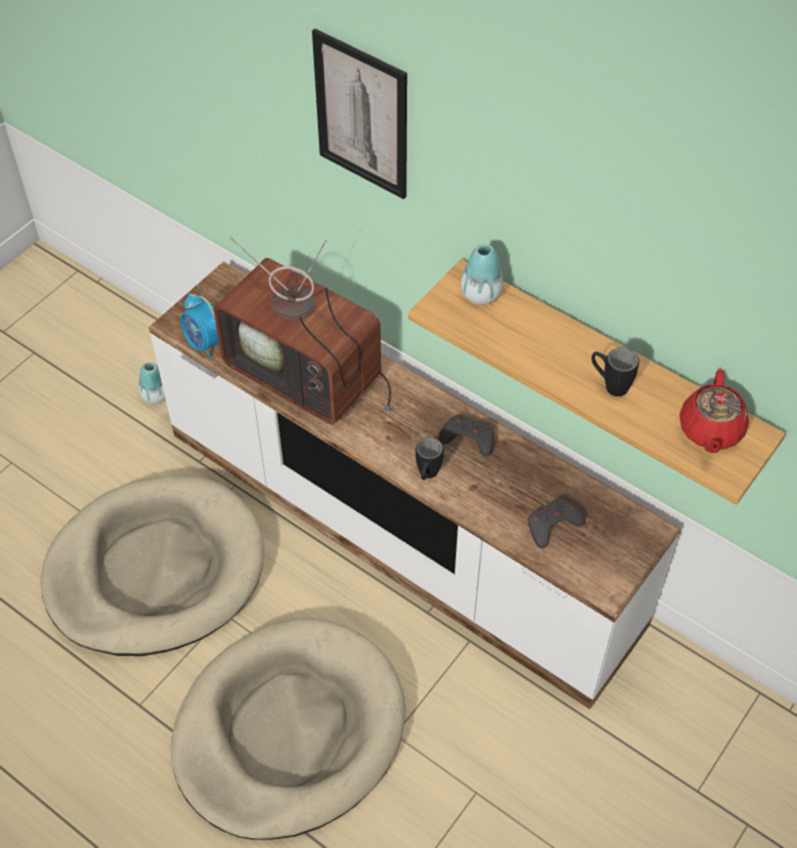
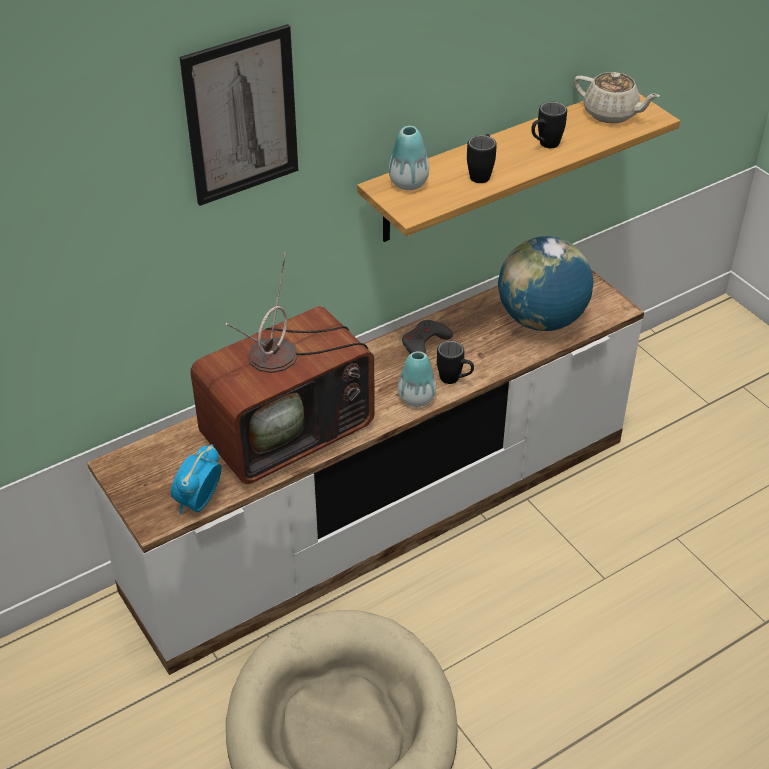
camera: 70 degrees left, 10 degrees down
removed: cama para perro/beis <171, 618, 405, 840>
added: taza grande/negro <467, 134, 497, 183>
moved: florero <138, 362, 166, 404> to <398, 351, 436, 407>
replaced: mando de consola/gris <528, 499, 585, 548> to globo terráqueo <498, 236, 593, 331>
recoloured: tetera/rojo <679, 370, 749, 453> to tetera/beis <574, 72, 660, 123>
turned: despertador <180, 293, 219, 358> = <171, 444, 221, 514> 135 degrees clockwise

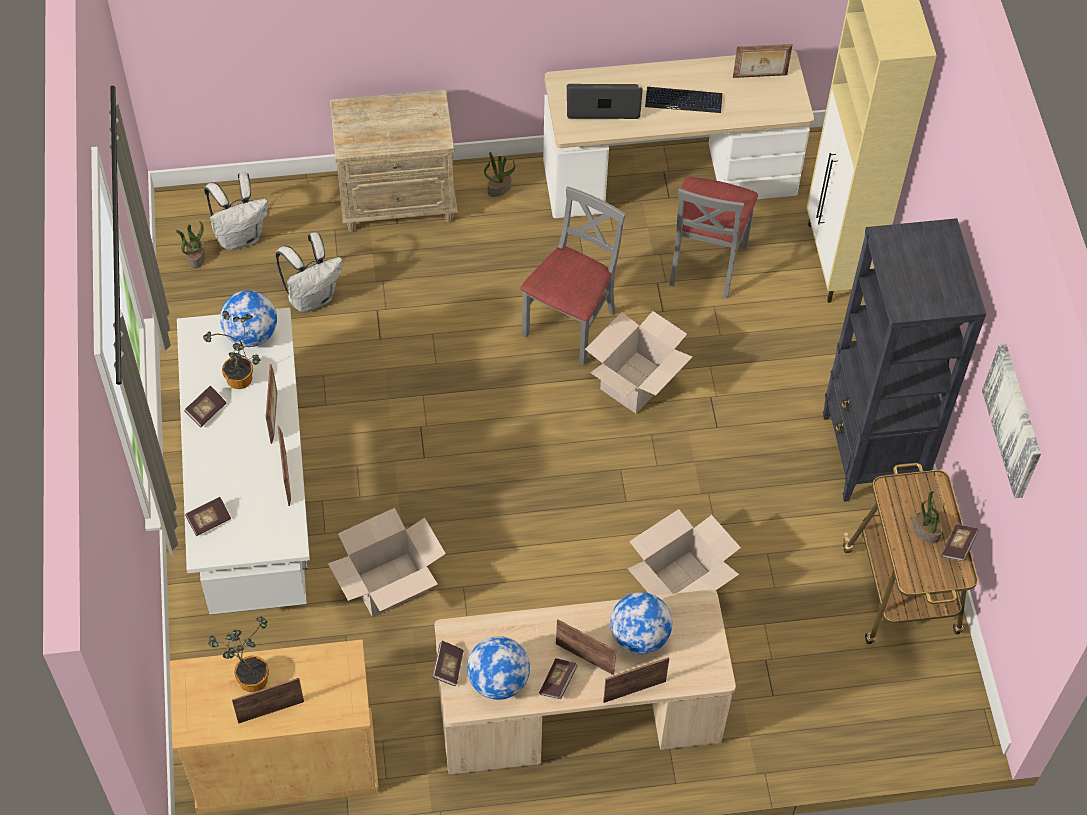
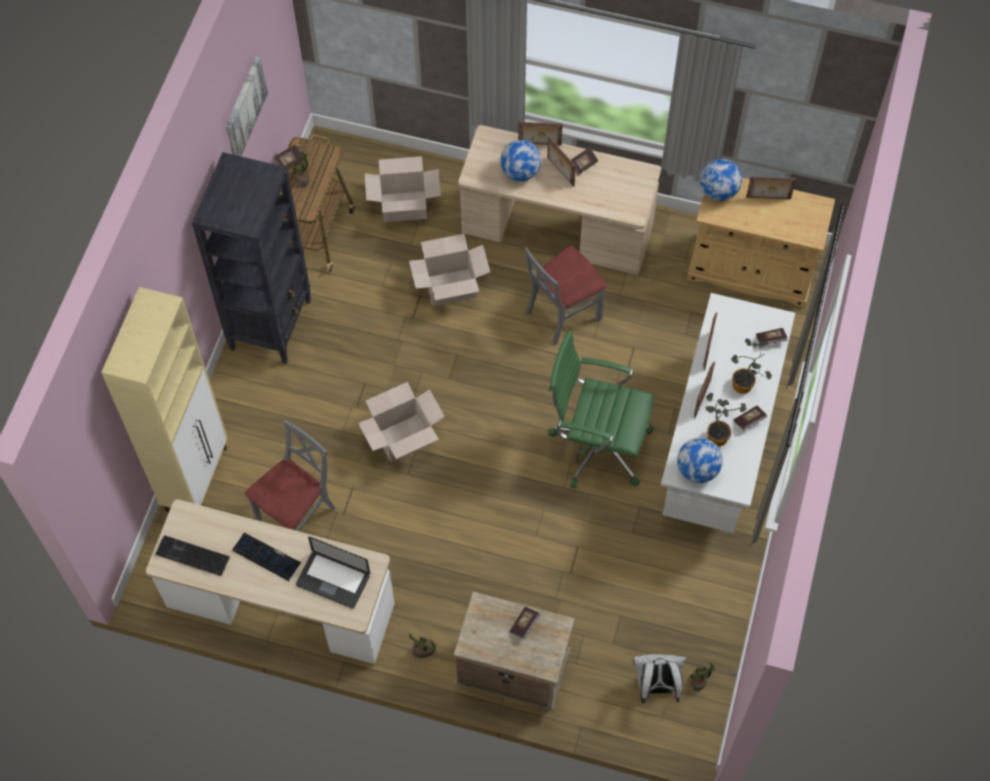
camera: 155 degrees left, 5 degrees up
removed: mochila/blanco <275, 233, 343, 312>
added: silla de oficina/verde <548, 331, 654, 489>
moved: planta en maceta <208, 617, 269, 692> to <731, 339, 772, 394>; caja de cartón <328, 508, 446, 617> to <364, 156, 441, 222>; libro <432, 641, 464, 686> to <510, 607, 540, 639>; globo terráqueo <467, 636, 530, 700> to <700, 159, 742, 201>; silla/gris <520, 186, 626, 366> to <525, 246, 607, 345>
replaced: portarretratos <733, 44, 792, 78> to teclado <156, 535, 230, 576>

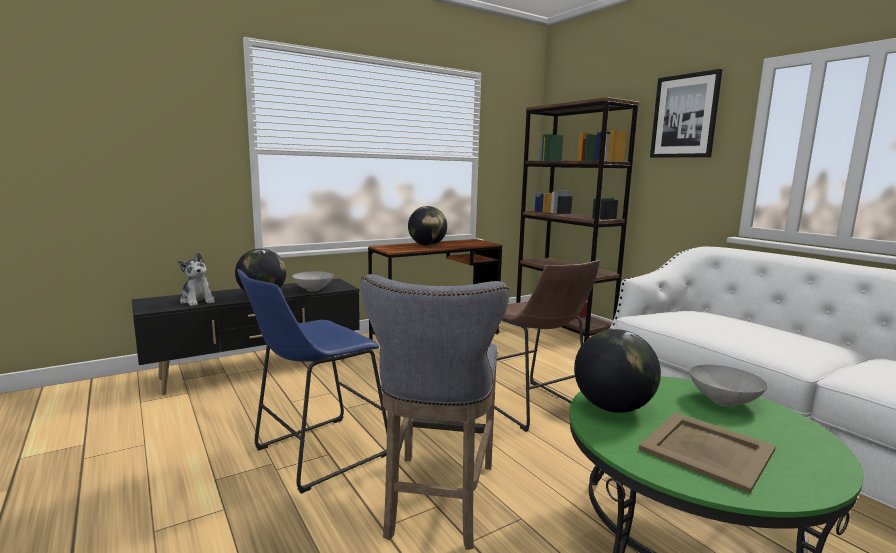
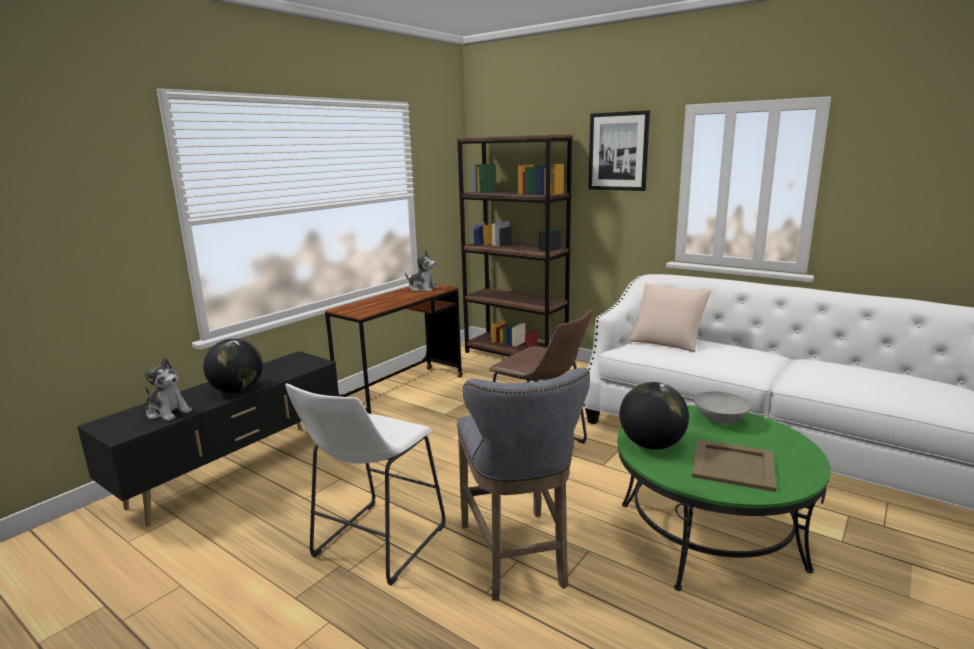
camera: 20 degrees left, 5 degrees up
removed: cuenco/gris <292, 271, 333, 291>; globo terráqueo <408, 206, 447, 246>
added: peluche <405, 250, 439, 292>; cojín/beis <630, 283, 711, 352>
recoloured: taburete/azul <237, 269, 387, 494> to taburete/blanco <285, 383, 446, 586>

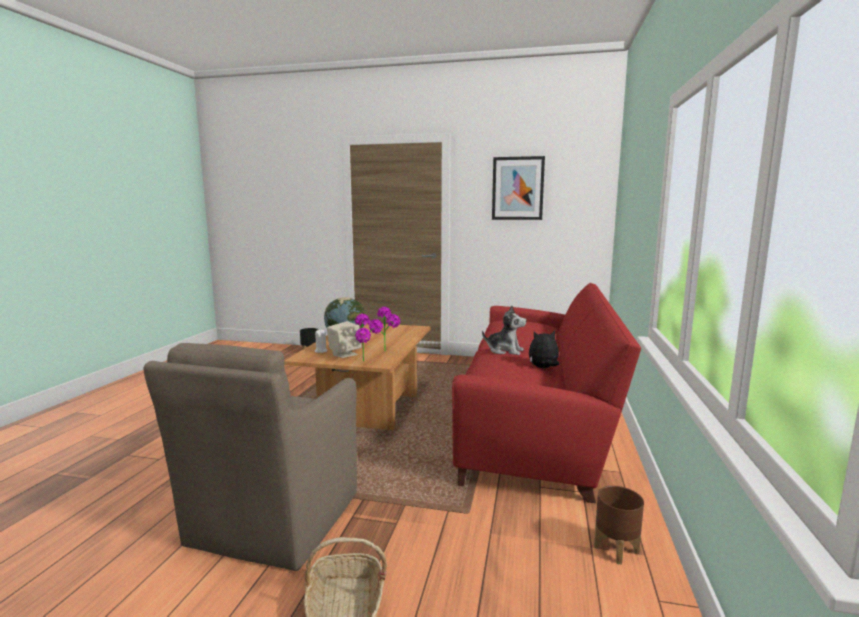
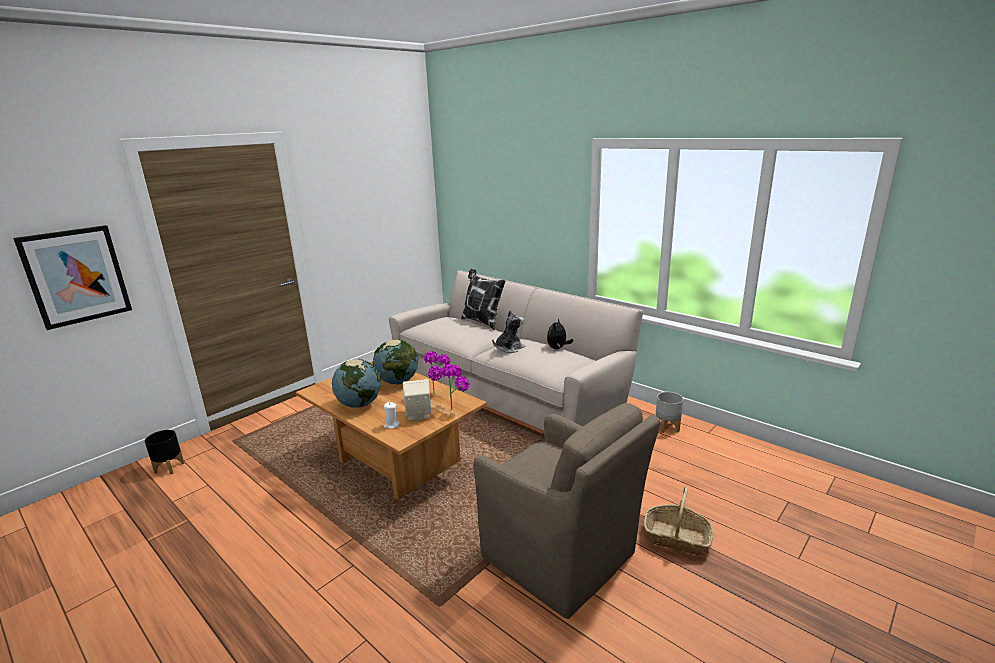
camera: 60 degrees left, 10 degrees up
added: globo terráqueo <373, 340, 418, 384>; cojín <461, 269, 506, 330>
moved: cuadro <492, 156, 545, 220> to <13, 225, 132, 330>
recoloured: sofá/rojo <452, 283, 641, 503> to sofá/beis <389, 270, 643, 431>; maceta/marrón <594, 486, 644, 565> to maceta/gris <656, 392, 683, 433>

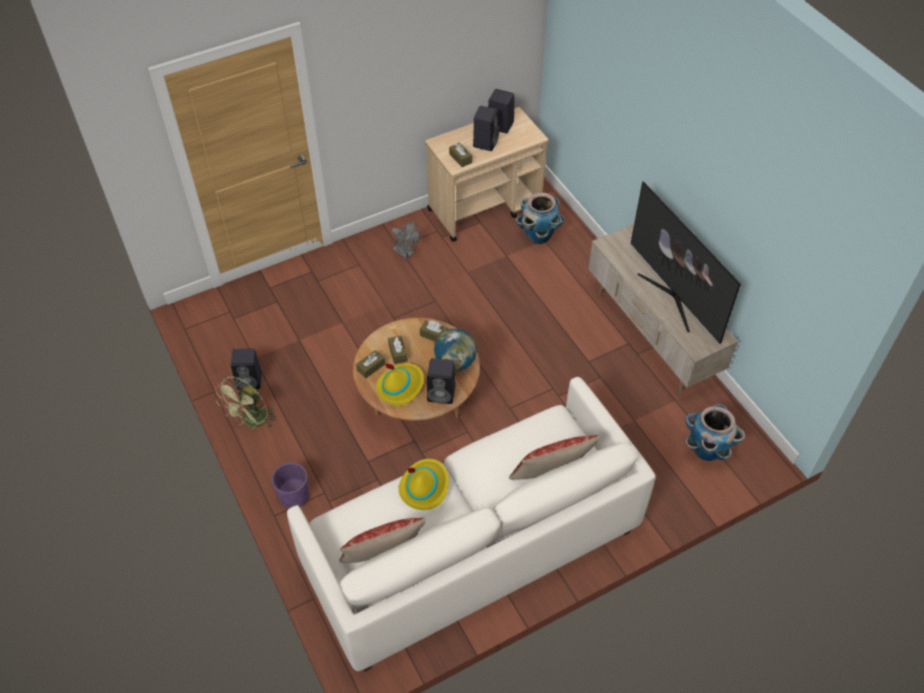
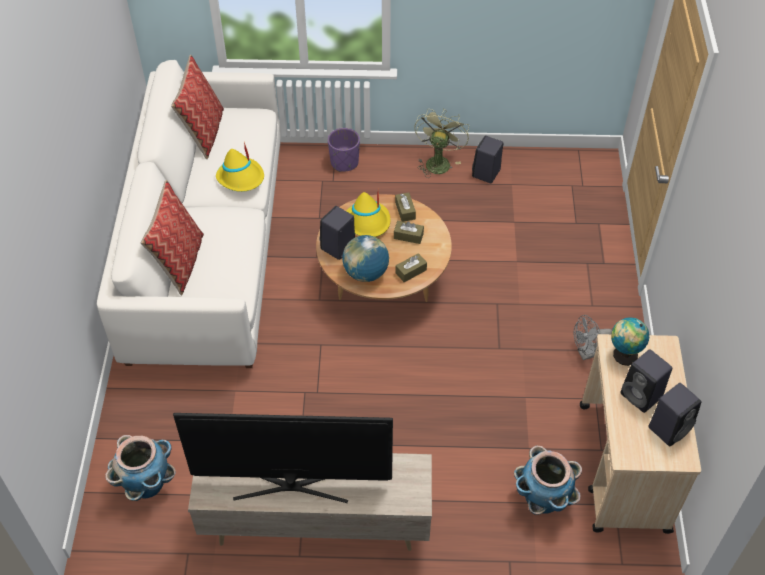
camera: 120 degrees right, 0 degrees up
replaced: caja de pañuelos/marrón <449, 142, 472, 167> to globo terráqueo <611, 317, 649, 366>
turned: ventilador/verde <215, 377, 276, 429> = <414, 108, 469, 178> 45 degrees clockwise

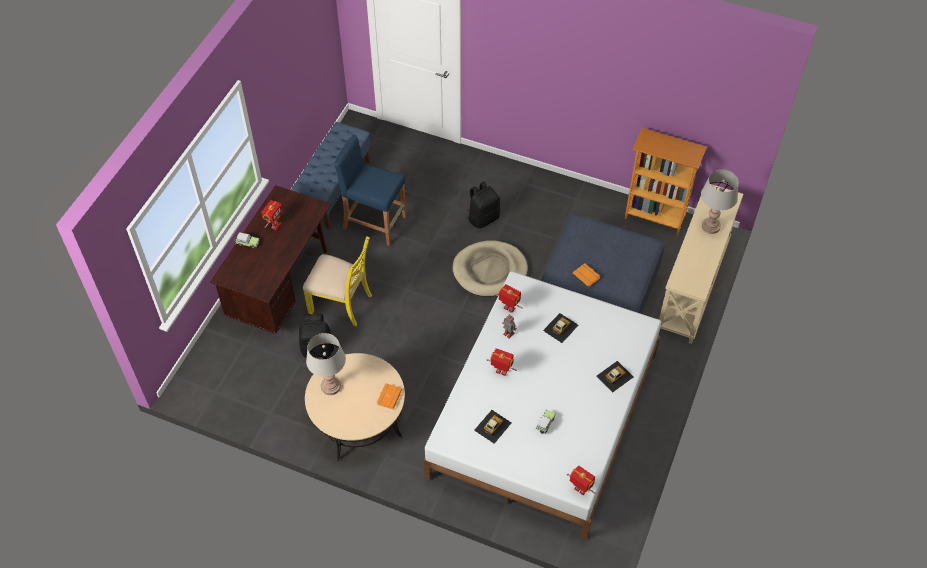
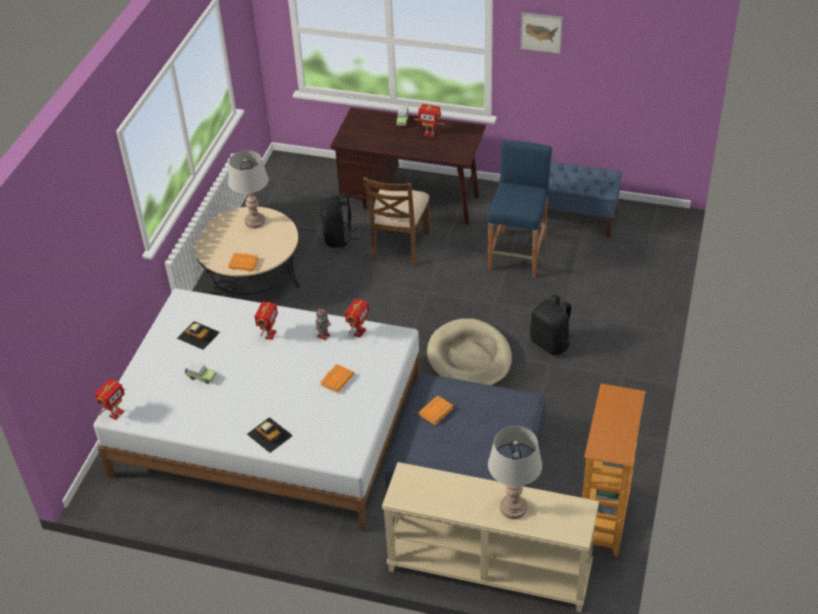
camera: 85 degrees right, 10 degrees down
added: cuadro <520, 13, 563, 54>
replaced: coche de juguete <543, 313, 578, 343> to libro/naranja <320, 364, 354, 393>
recoloured: silla/amarillo <303, 236, 372, 326> to silla/marrón <363, 177, 430, 267>

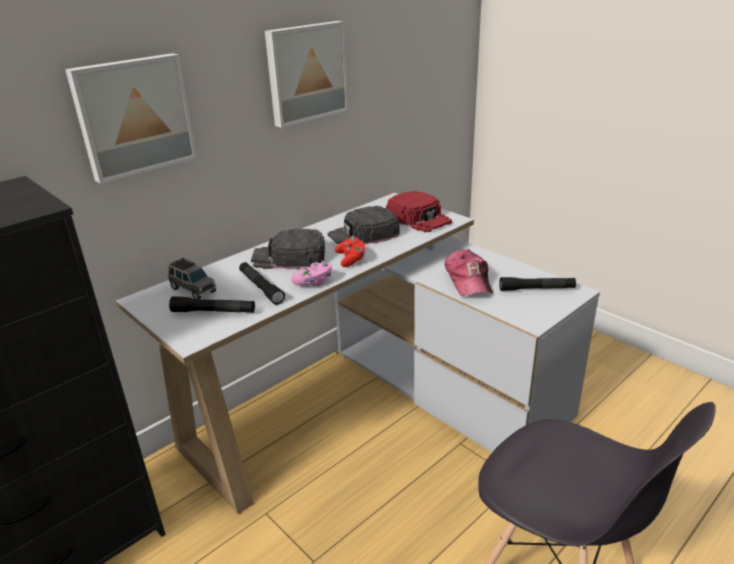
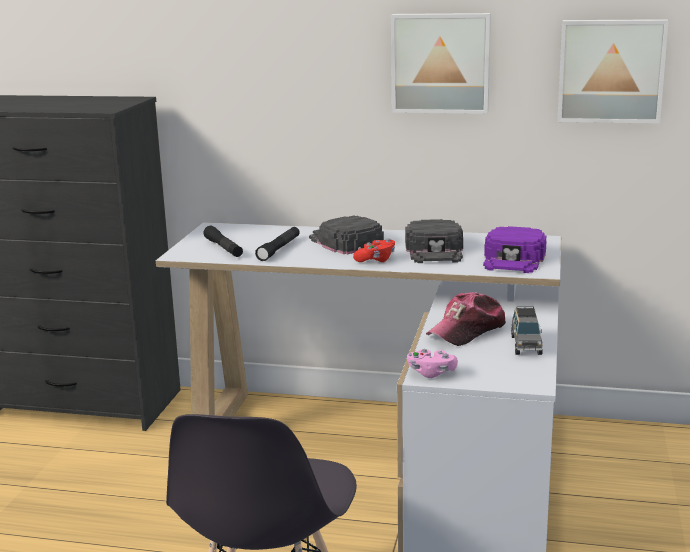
camera: 55 degrees right, 10 degrees down
removed: linterna/negro <499, 277, 576, 291>
moved: cuadro <65, 53, 197, 184> to <557, 19, 669, 124>; coche de juguete/gris <168, 258, 216, 299> to <511, 306, 543, 355>; mando de consola/rosa <291, 262, 332, 286> to <407, 349, 458, 378>
recoloured: gorra/rojo <386, 191, 452, 232> to gorra/morado <483, 226, 547, 273>
turned: gorra/negro <327, 206, 399, 245> = <405, 219, 463, 263> 120 degrees counterclockwise

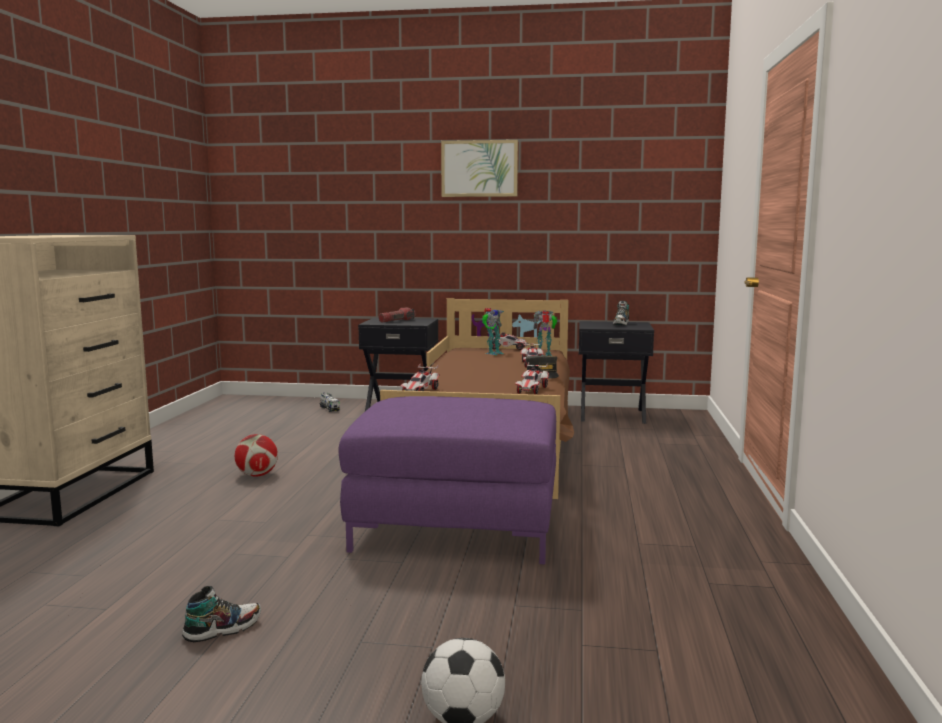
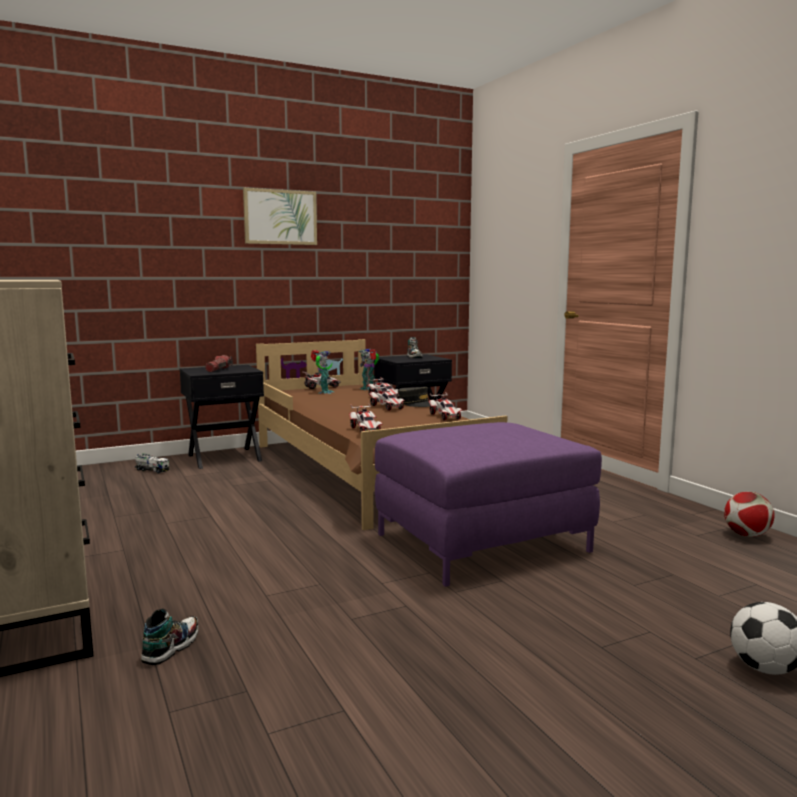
camera: 35 degrees left, 0 degrees up
added: coche de juguete <369, 385, 405, 411>
moved: zapato <182, 586, 261, 642> to <141, 608, 198, 665>; balón de fútbol <235, 434, 278, 477> to <724, 492, 775, 537>

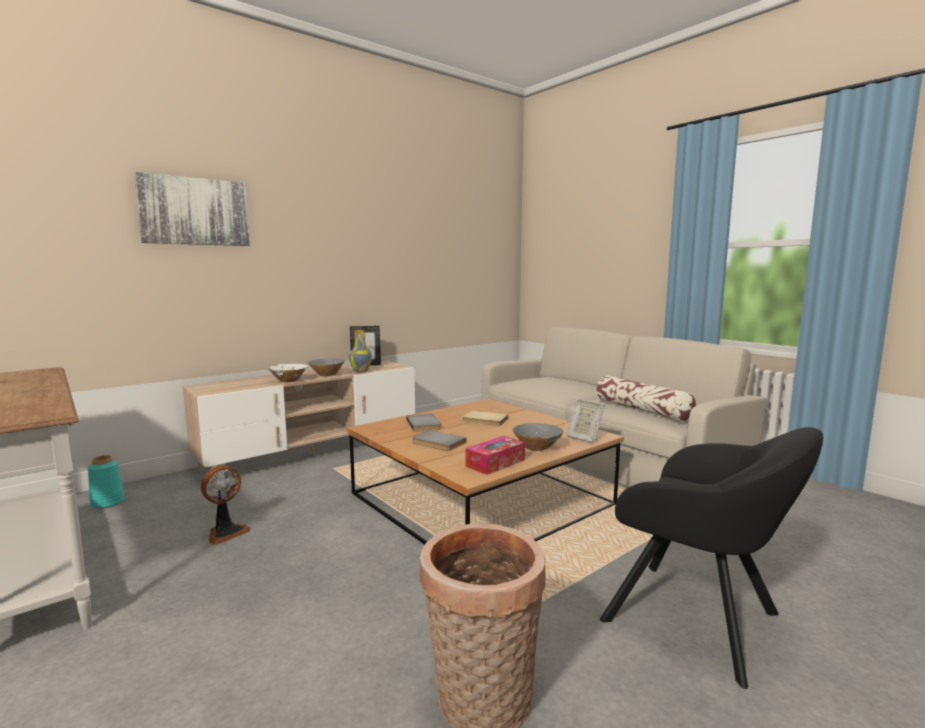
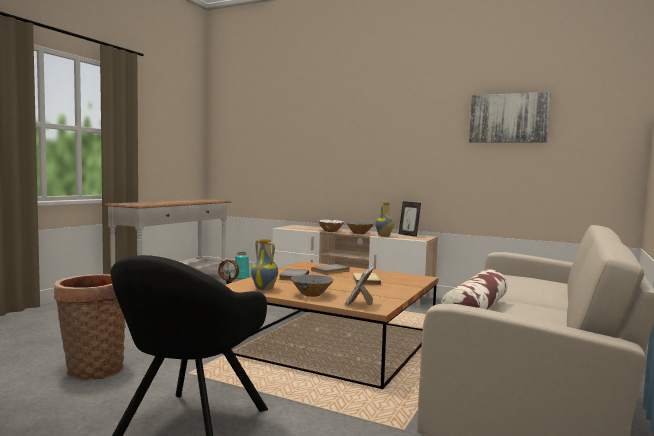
camera: 65 degrees right, 5 degrees down
moved: cuadro <134, 172, 250, 246> to <469, 92, 551, 143>
replaced: caja de pañuelos <465, 436, 525, 475> to florero <251, 239, 278, 290>

